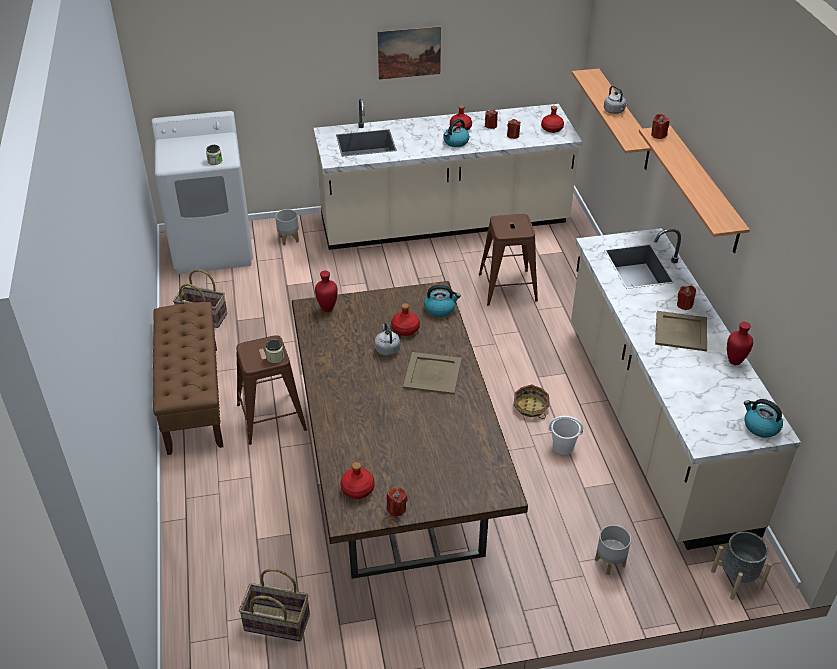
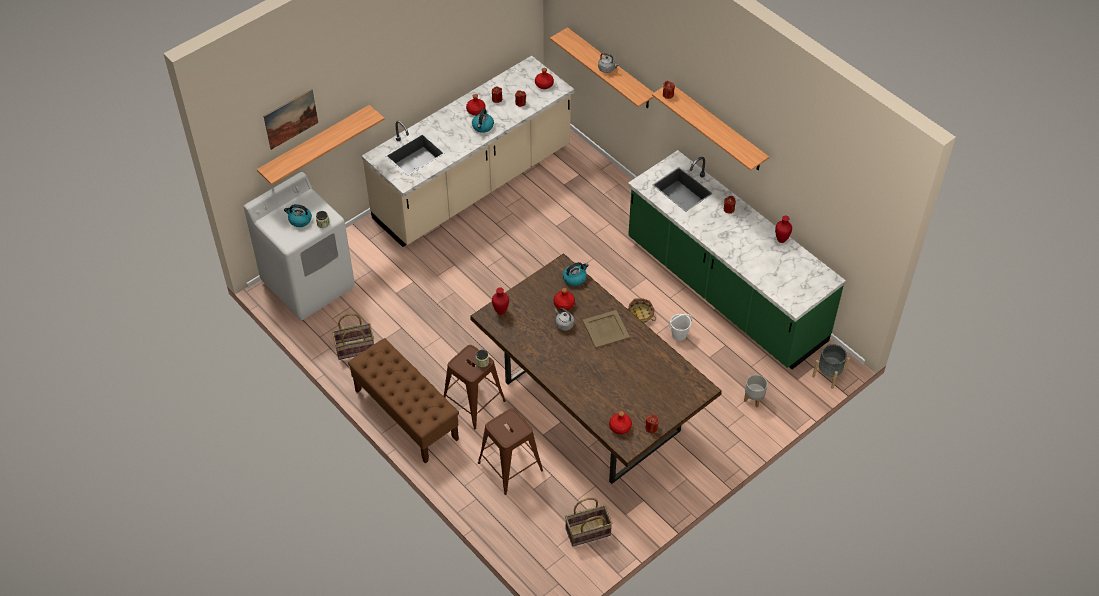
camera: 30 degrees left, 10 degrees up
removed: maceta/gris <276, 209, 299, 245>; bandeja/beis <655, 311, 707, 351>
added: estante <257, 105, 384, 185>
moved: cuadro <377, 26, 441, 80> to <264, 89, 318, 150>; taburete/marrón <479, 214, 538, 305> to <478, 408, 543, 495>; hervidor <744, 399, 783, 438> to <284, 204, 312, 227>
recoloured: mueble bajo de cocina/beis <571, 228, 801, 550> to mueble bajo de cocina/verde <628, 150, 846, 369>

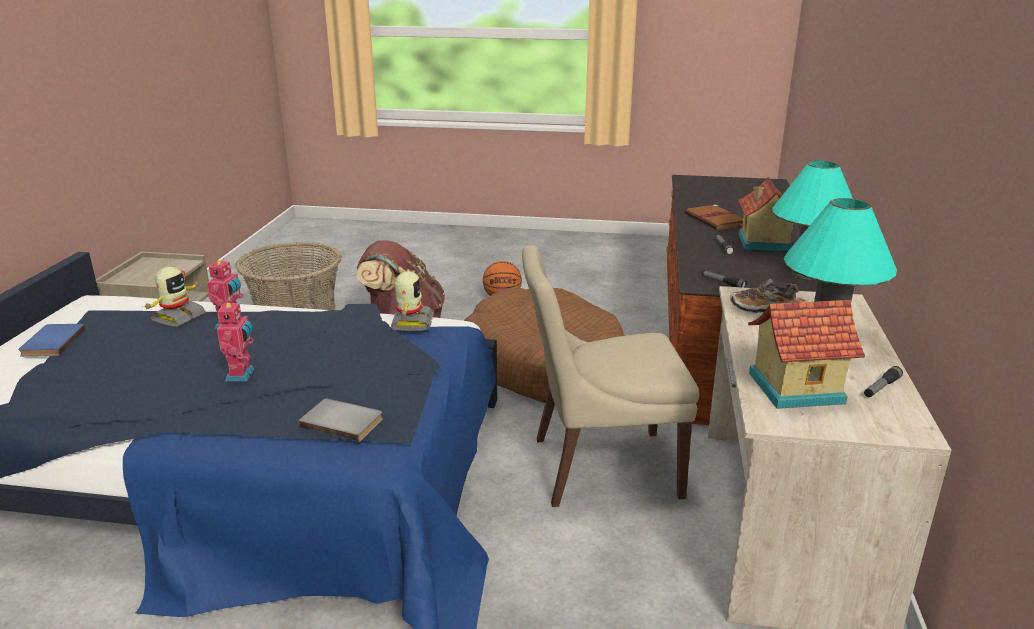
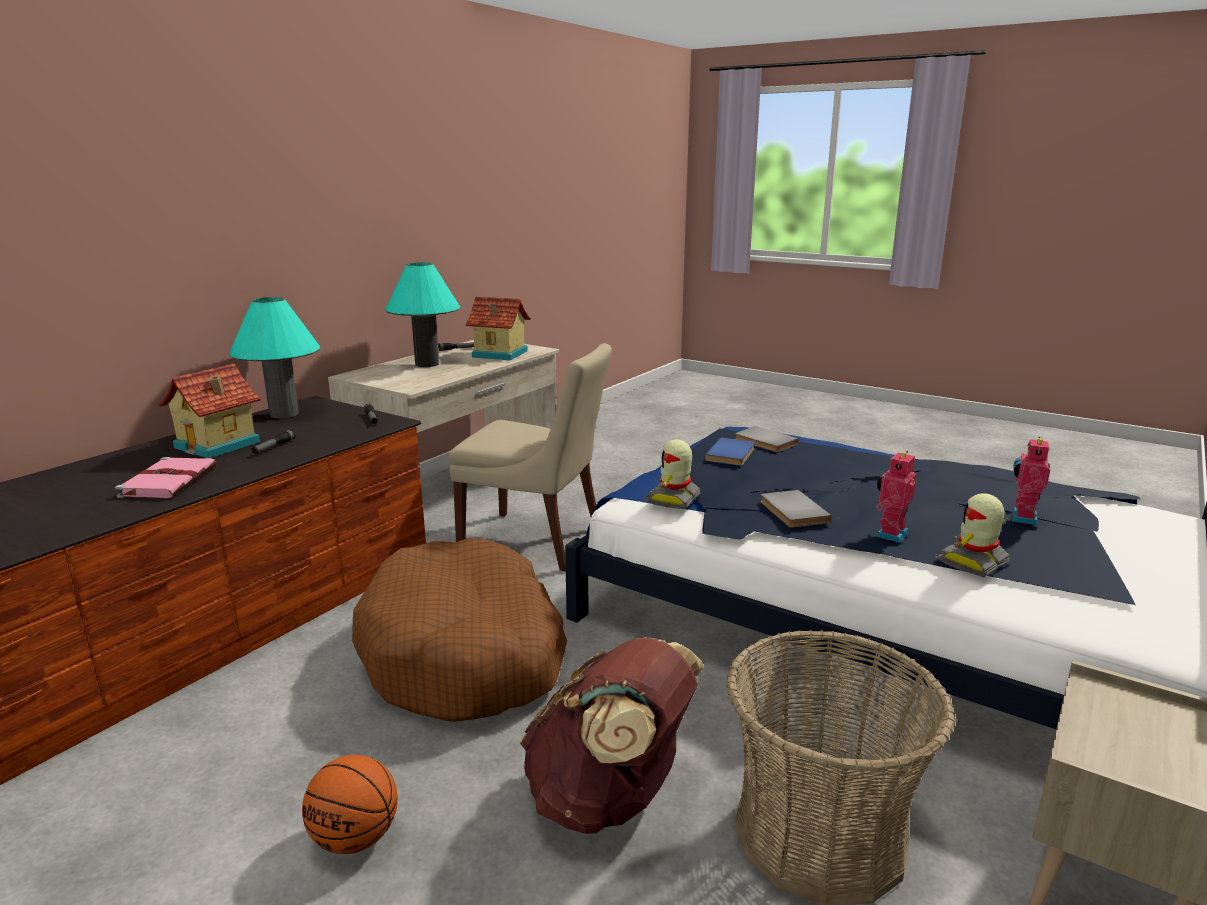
camera: 155 degrees left, 5 degrees down
removed: zapato <730, 279, 799, 314>
added: libro/gris <761, 490, 832, 528>
moved: libro/azul <18, 324, 86, 357> to <705, 438, 755, 466>; robot de juguete <217, 300, 254, 381> to <1012, 437, 1050, 525>
recoloured: libro/marrón <685, 204, 743, 230> to libro/rosa <115, 457, 217, 498>

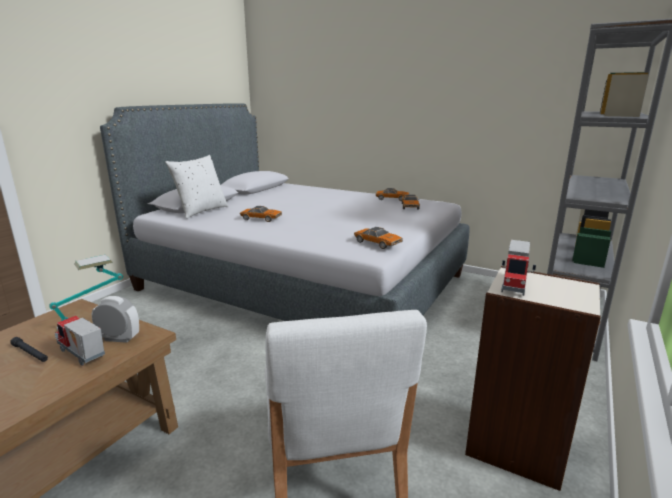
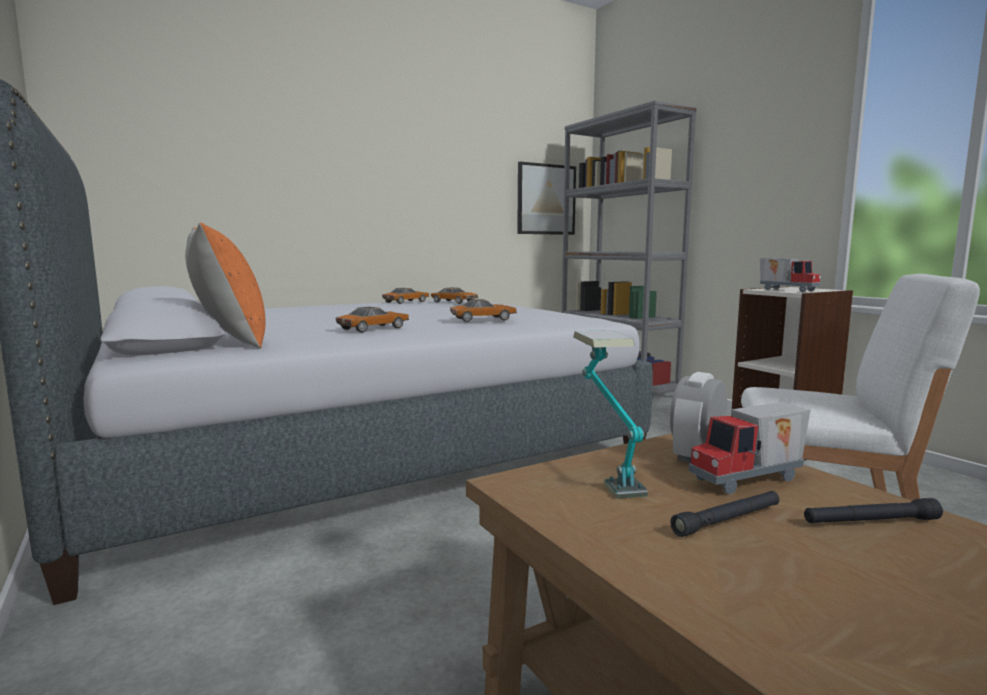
camera: 60 degrees left, 10 degrees down
added: cuadro <517, 162, 576, 235>; linterna/negro <804, 498, 943, 523>
moved: coche de juguete <354, 227, 403, 249> to <450, 299, 517, 322>
recoloured: cojín/blanco <165, 155, 228, 219> to cojín/naranja <185, 223, 265, 349>

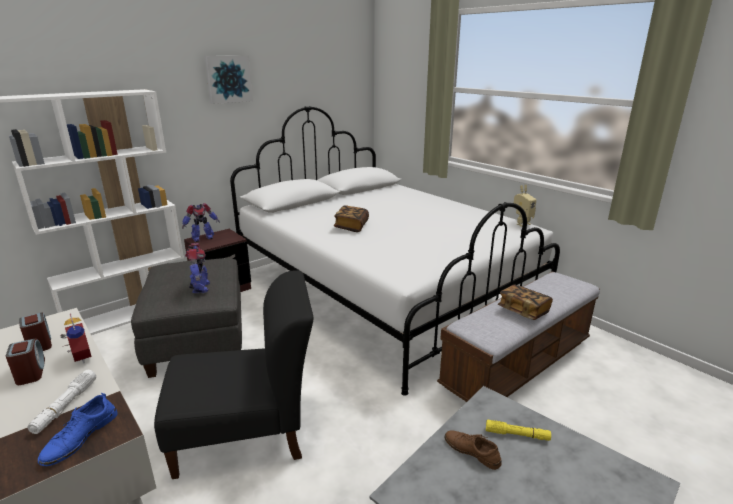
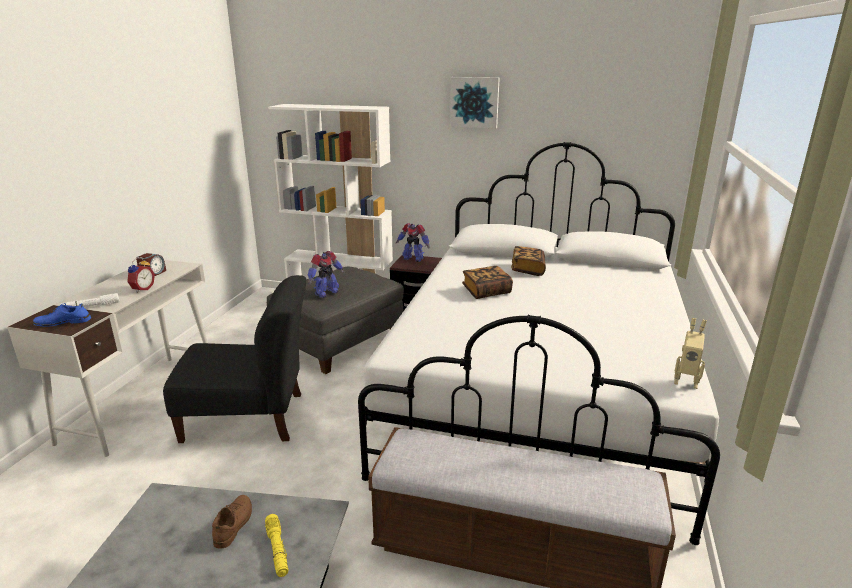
camera: 55 degrees right, 0 degrees up
removed: despertador <6, 338, 45, 385>
moved: libro <498, 284, 553, 320> to <511, 246, 546, 276>
turned: silla/negro <154, 270, 313, 479> = <163, 275, 306, 443> 45 degrees counterclockwise

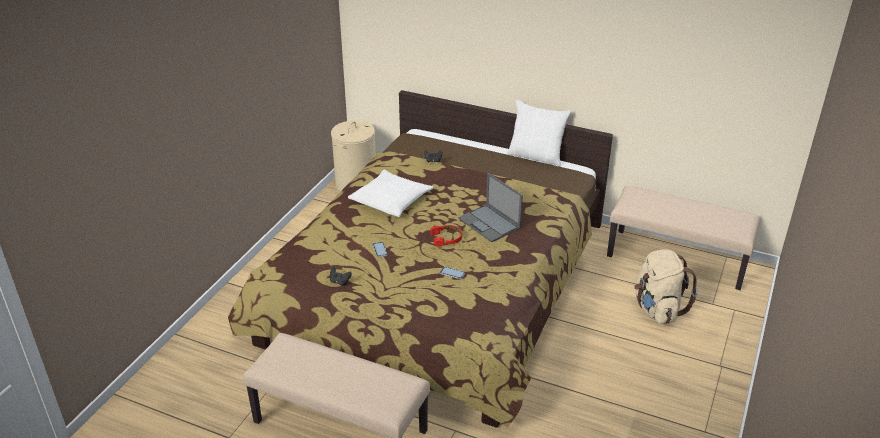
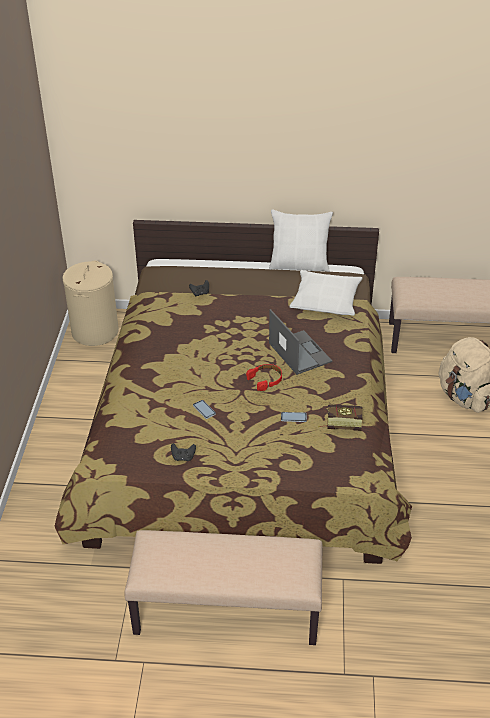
camera: 20 degrees left, 5 degrees up
added: libro <318, 404, 363, 431>
moved: cojín/blanco <348, 170, 433, 217> to <290, 270, 362, 316>
turned: portátil <458, 173, 523, 243> = <269, 309, 332, 375> 150 degrees counterclockwise

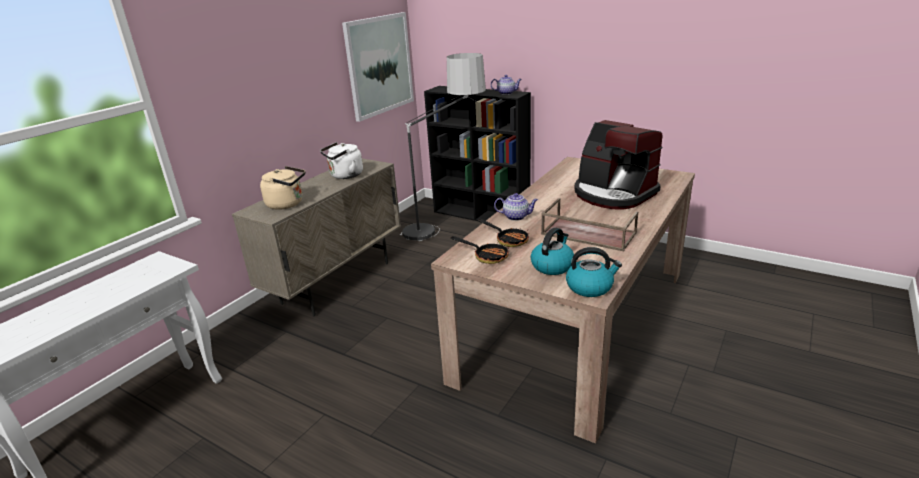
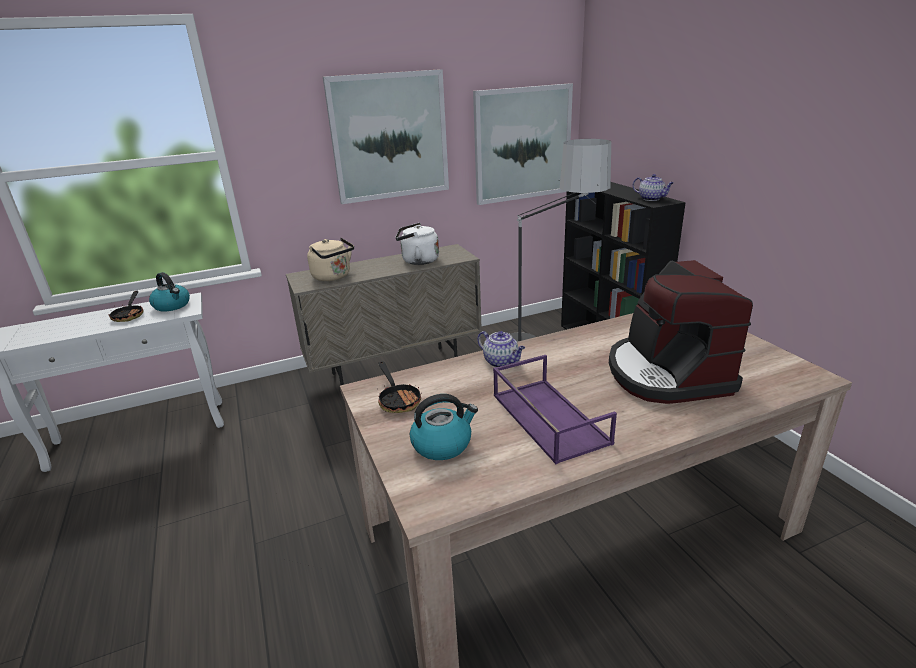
camera: 35 degrees right, 0 degrees up
added: cuadro <323, 69, 449, 204>
moved: sartén <477, 219, 529, 247> to <108, 291, 144, 322>; hervidor <566, 247, 622, 297> to <149, 272, 190, 312>
recoloured: bandeja/marrón <541, 198, 639, 251> to bandeja/morado <493, 355, 617, 464>

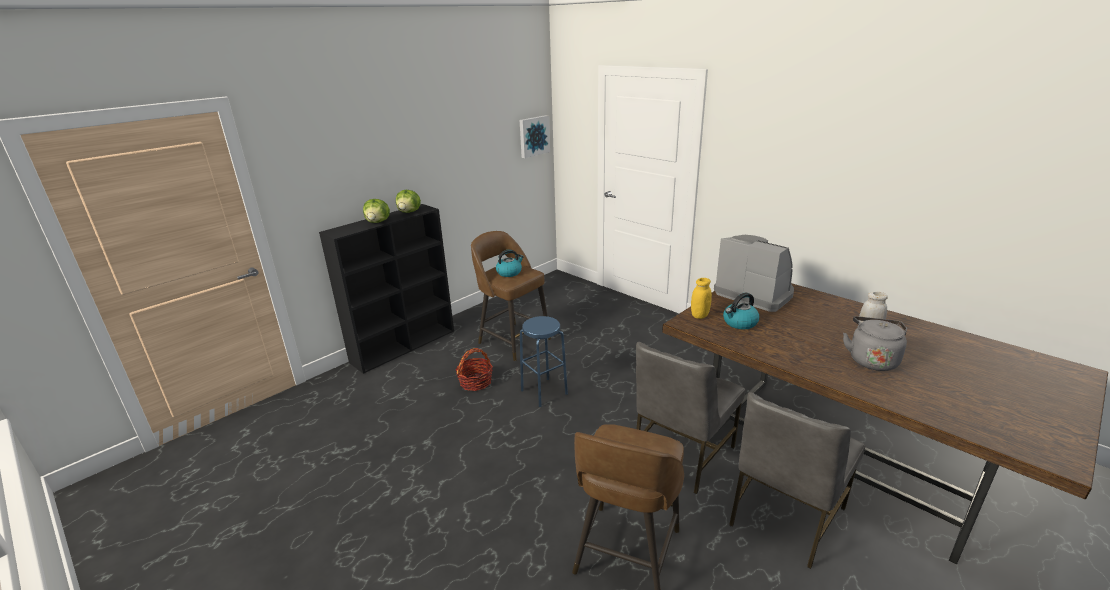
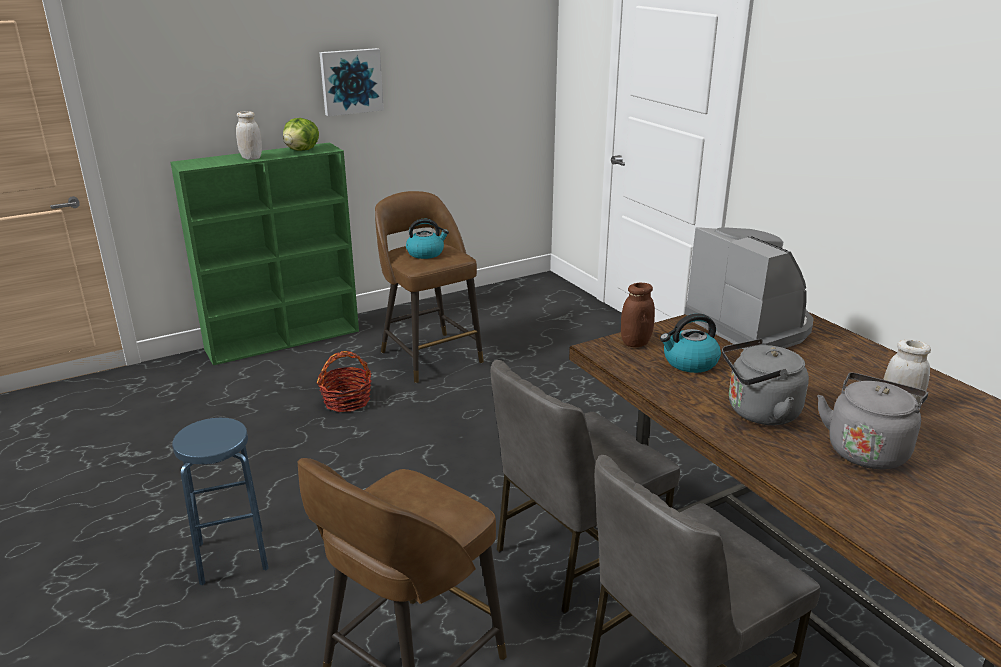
camera: 15 degrees right, 0 degrees up
added: hervidor/gris <722, 339, 809, 425>
moved: cuadro <520, 115, 550, 158> to <319, 48, 384, 116>; taburete/azul <520, 316, 568, 407> to <172, 418, 269, 585>
replaced: lechuga <363, 199, 390, 223> to tarro/blanco <236, 111, 262, 160>
recoloured: estantería/negro <319, 204, 454, 374> to estantería/verde <170, 142, 359, 365>; tarro/amarillo <691, 278, 712, 319> to tarro/marrón <621, 283, 655, 347>

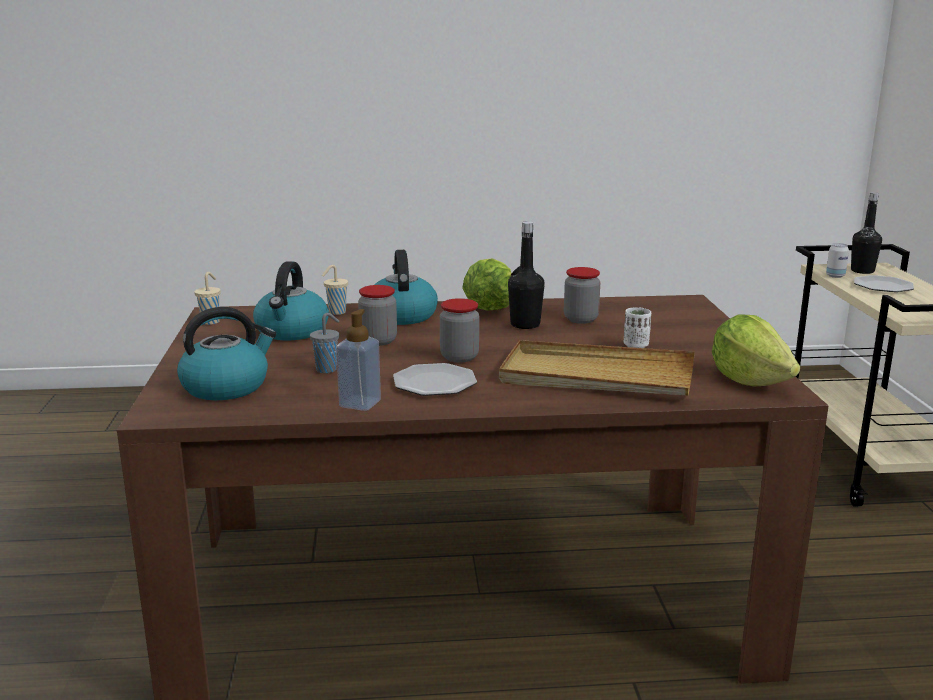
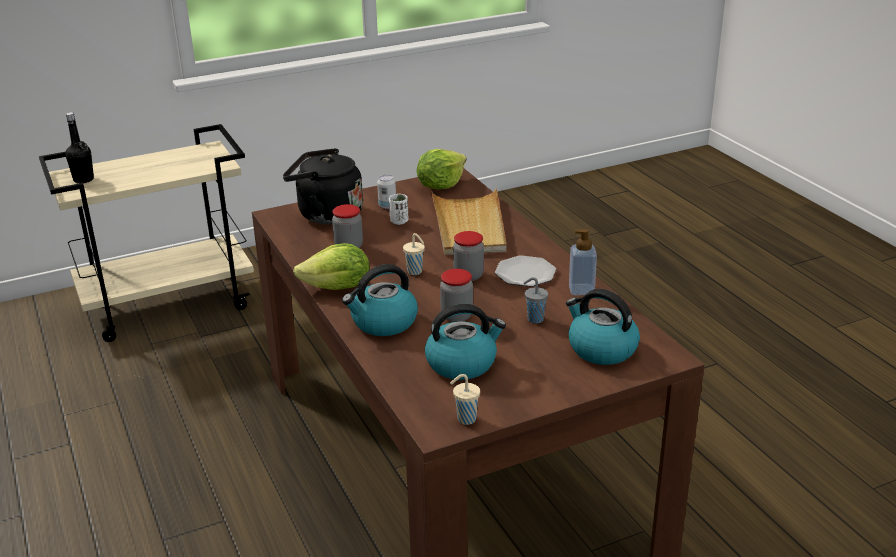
camera: 110 degrees left, 10 degrees up
removed: botella/negro <508, 221, 545, 329>; plato <854, 275, 914, 292>
added: hervidor/negro <283, 148, 363, 224>
moved: taza/beis <322, 265, 348, 315> to <403, 233, 425, 275>; lata <826, 243, 849, 278> to <377, 175, 396, 209>

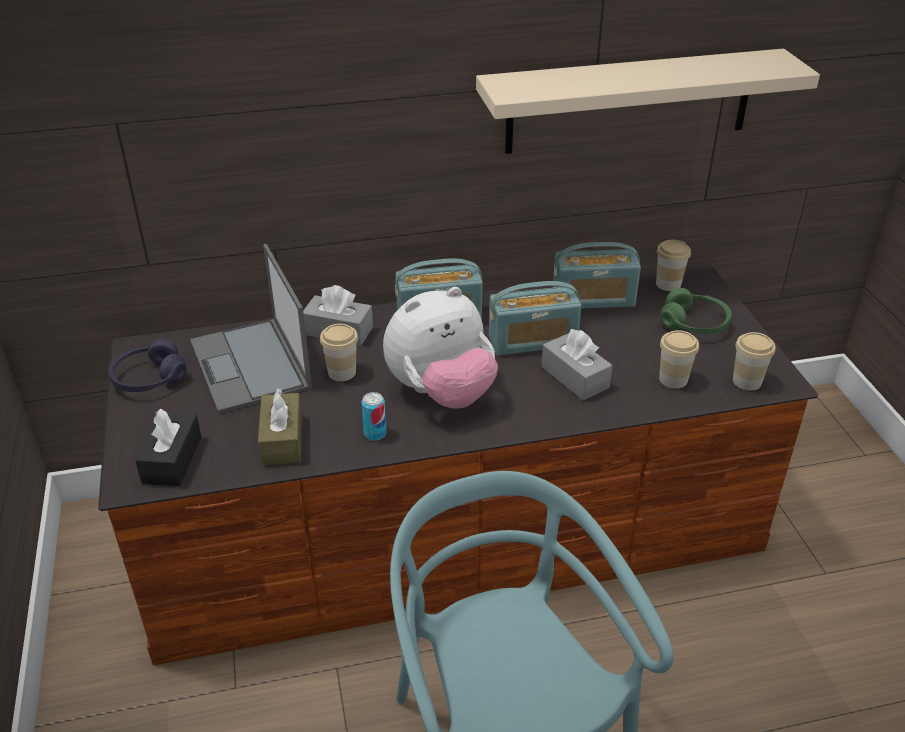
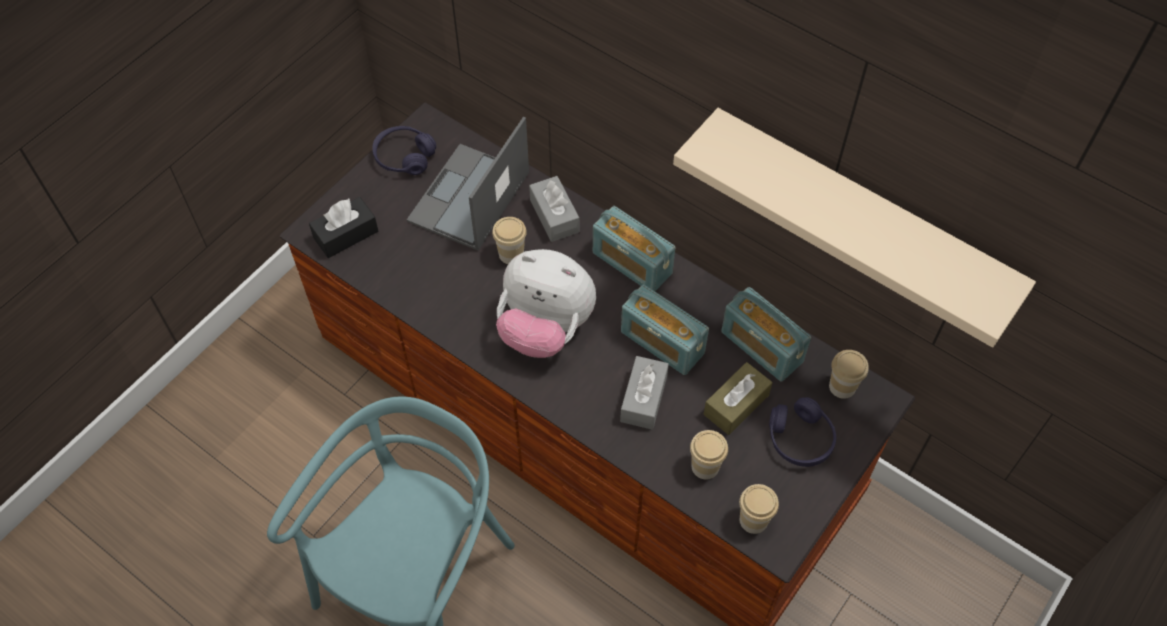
camera: 50 degrees right, 20 degrees up
removed: lata <361, 392, 386, 441>
moved: caja de pañuelos/marrón <258, 388, 302, 465> to <704, 362, 772, 435>
recoloured: auriculares/verde <660, 288, 732, 334> to auriculares/morado <769, 397, 836, 467>

